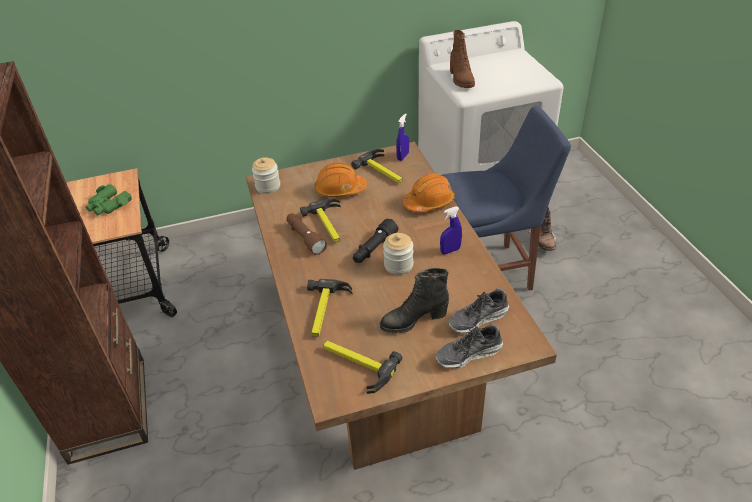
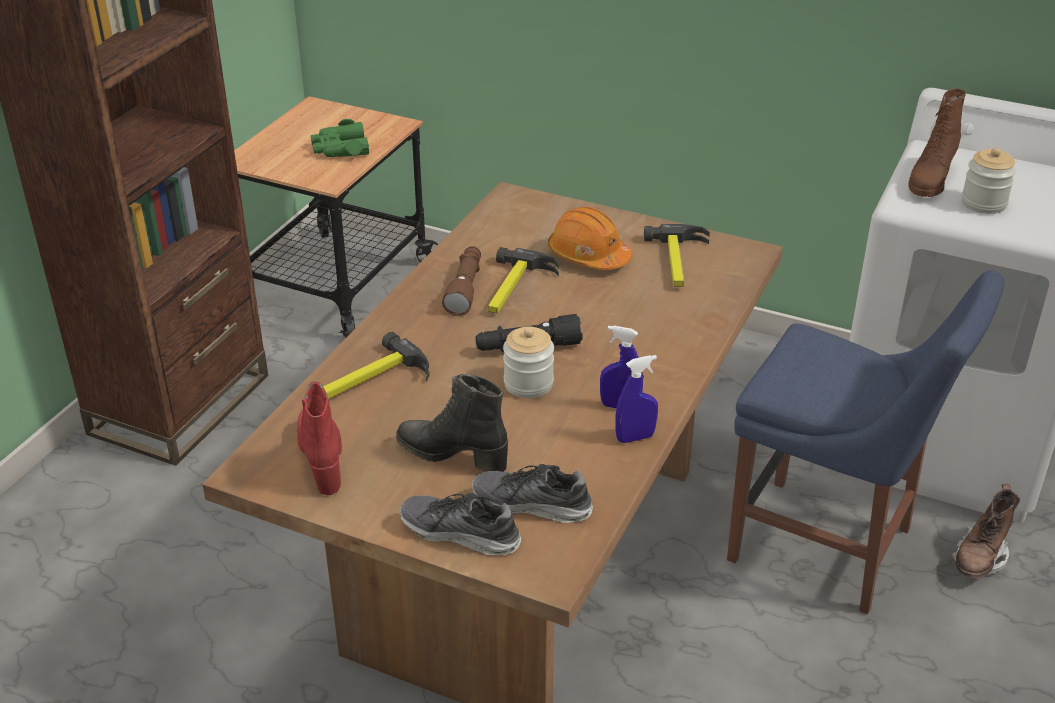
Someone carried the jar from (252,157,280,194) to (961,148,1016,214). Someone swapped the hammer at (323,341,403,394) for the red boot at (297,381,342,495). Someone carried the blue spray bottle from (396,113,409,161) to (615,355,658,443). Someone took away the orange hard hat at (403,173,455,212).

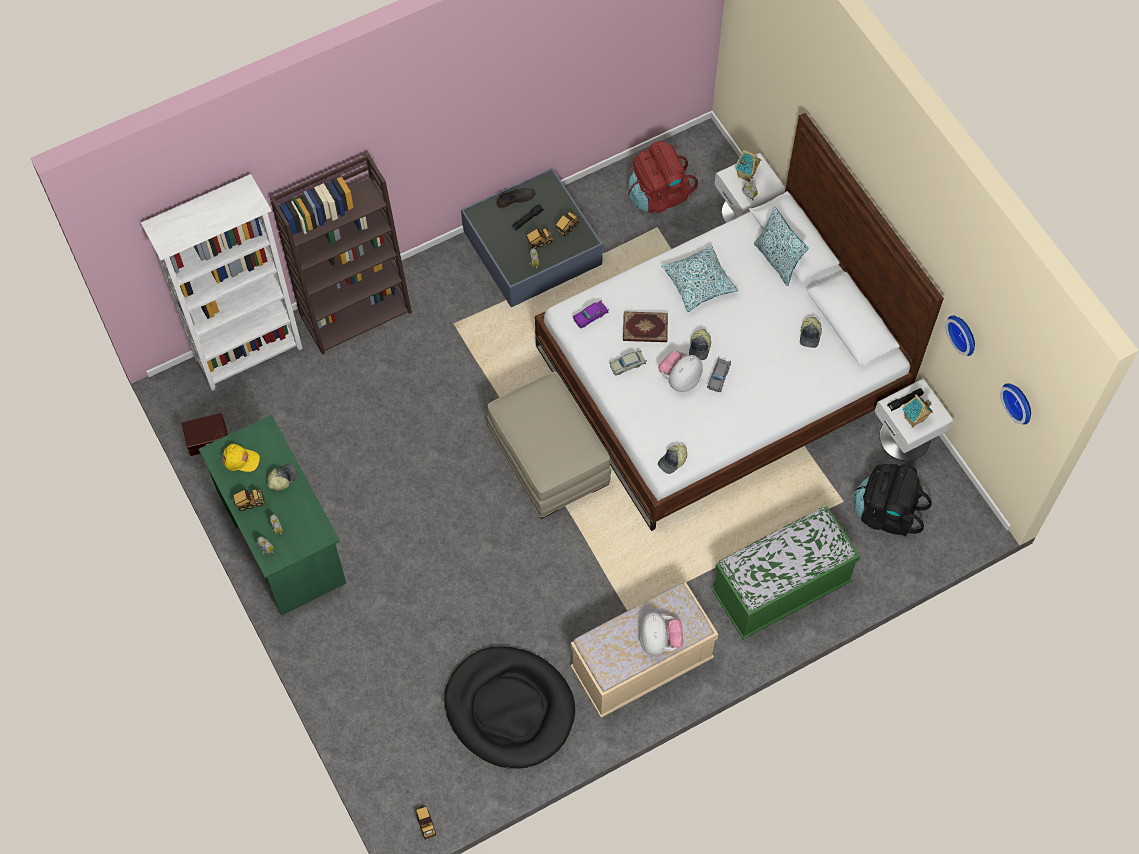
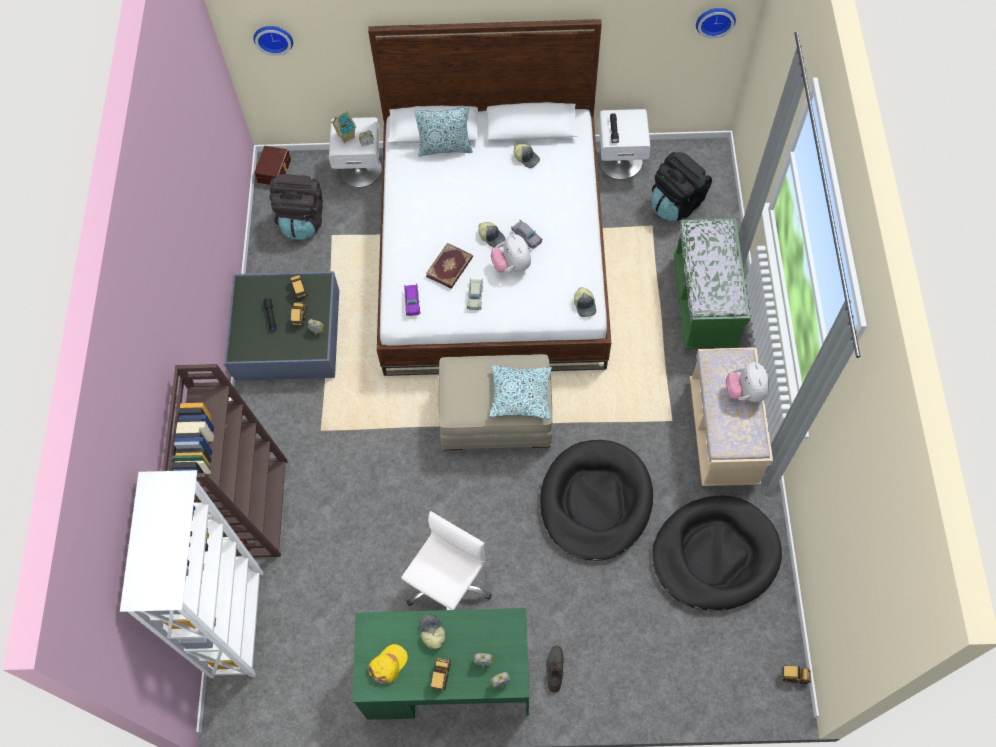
Someone carried the brown storage box from (182,413,228,456) to (254,146,291,185). Someone carried the grey shoe from (496,188,536,208) to (546,645,564,693). Someone repainted the red backpack at (628,141,698,213), which became the black backpack at (269,174,323,240). Someone rotated the plush toy at (639,612,683,655) by 120 degrees counterclockwise. Someone carried the pillow from (661,245,739,312) to (489,365,552,419). Someone took away the toy house at (902,394,933,428). Someone carried the wall clock from (945,316,975,356) to (253,26,293,56). Someone put down the white office chair at (401,511,492,610). Someone put down the black dog bed at (540,440,653,561).

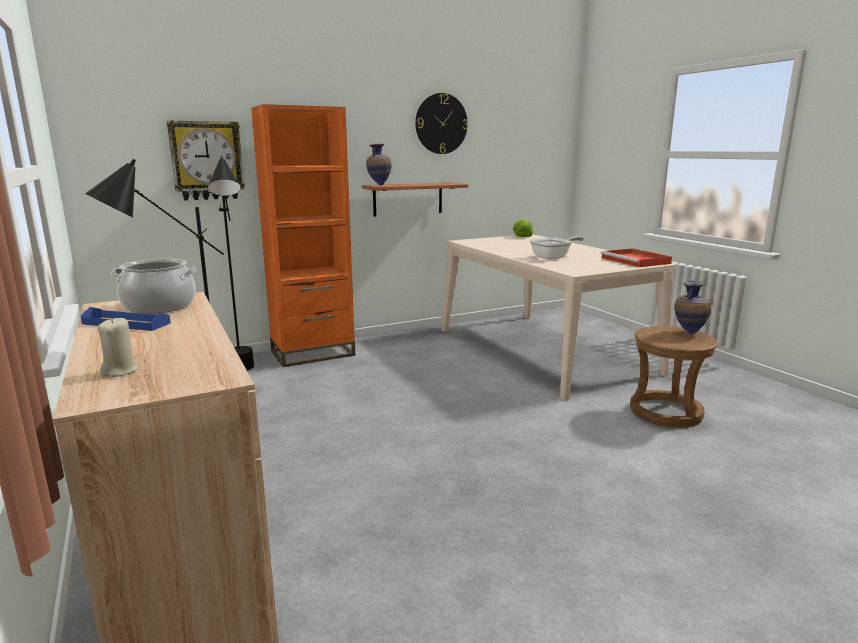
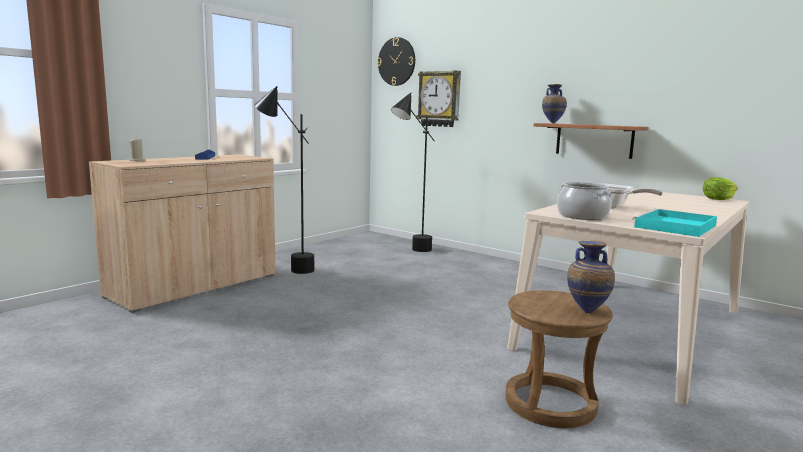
Someone carried the cooking pot from (111,259,197,314) to (557,182,612,220). Someone took away the orange bookcase at (251,104,355,367). Someone carried the wall clock from (415,93,468,154) to (377,37,415,86). Someone repainted the red tray at (601,248,672,267), which became the turquoise tray at (632,209,717,237).

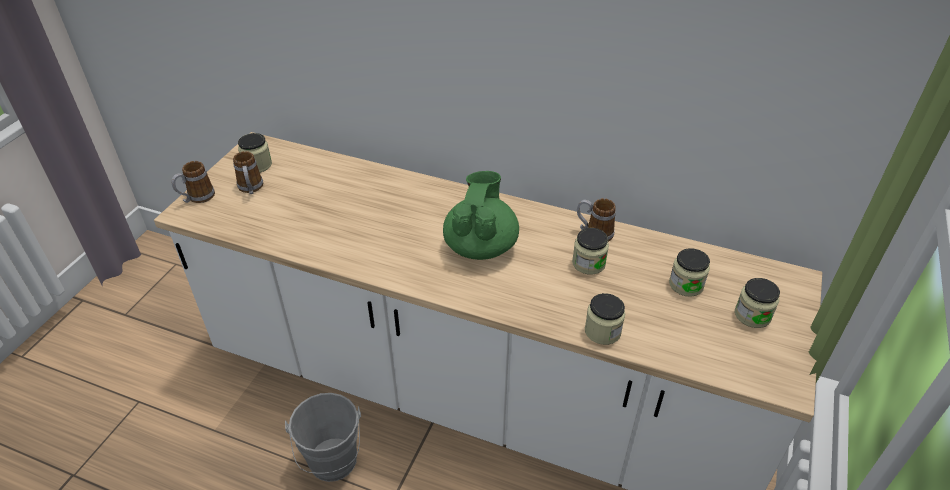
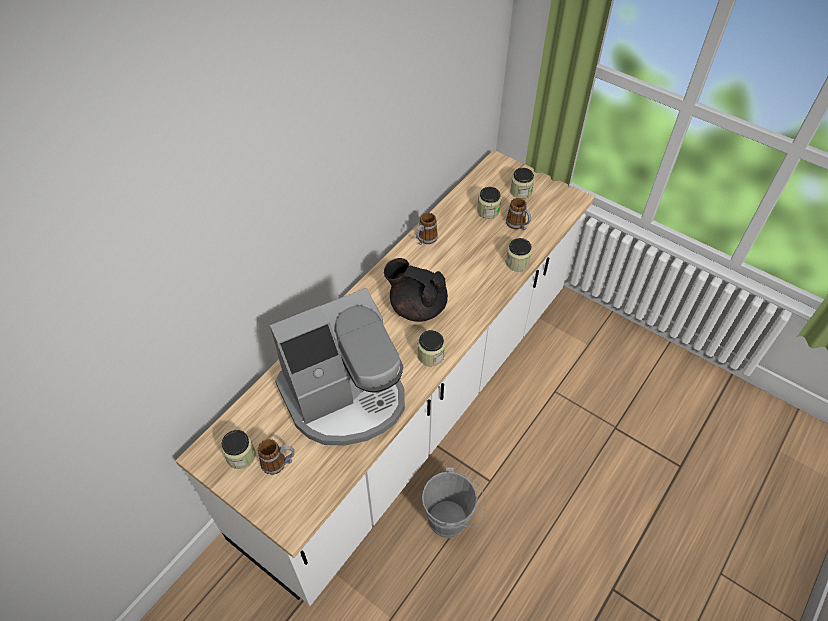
Someone carried the mug from (171,161,215,203) to (506,198,531,230). Someone repainted the green teapot at (443,171,519,260), which became the black teapot at (384,258,448,322). Someone carried the jar from (572,228,609,275) to (418,330,445,366). Someone put down the coffee machine at (270,288,405,446).

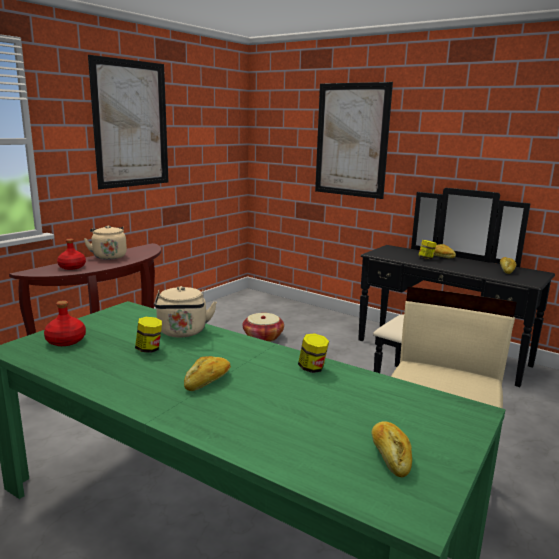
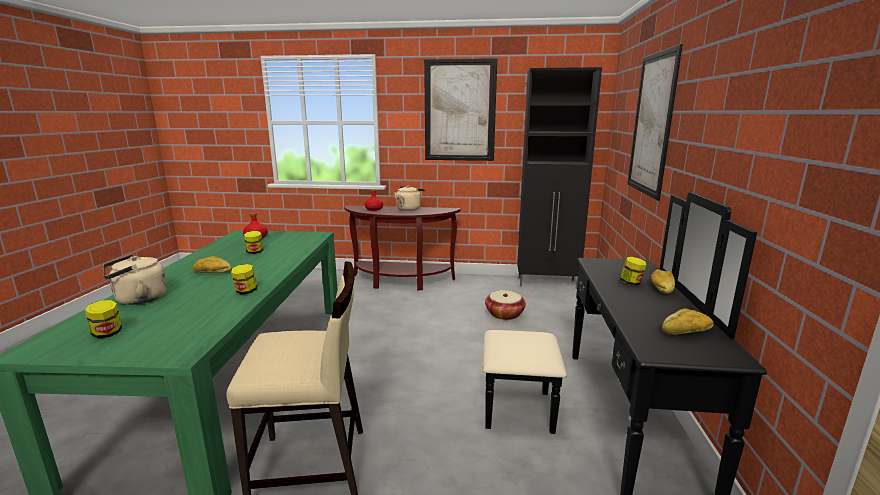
Someone carried the beige kettle from (154,286,217,337) to (103,254,167,305). Someone swapped the bread at (372,422,412,477) for the jar at (85,300,122,338). Someone put down the black cabinet at (517,67,602,289).

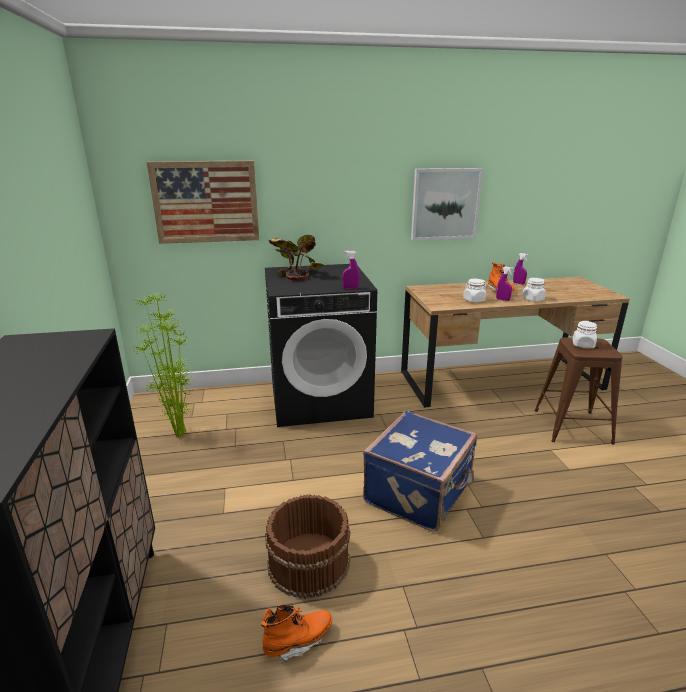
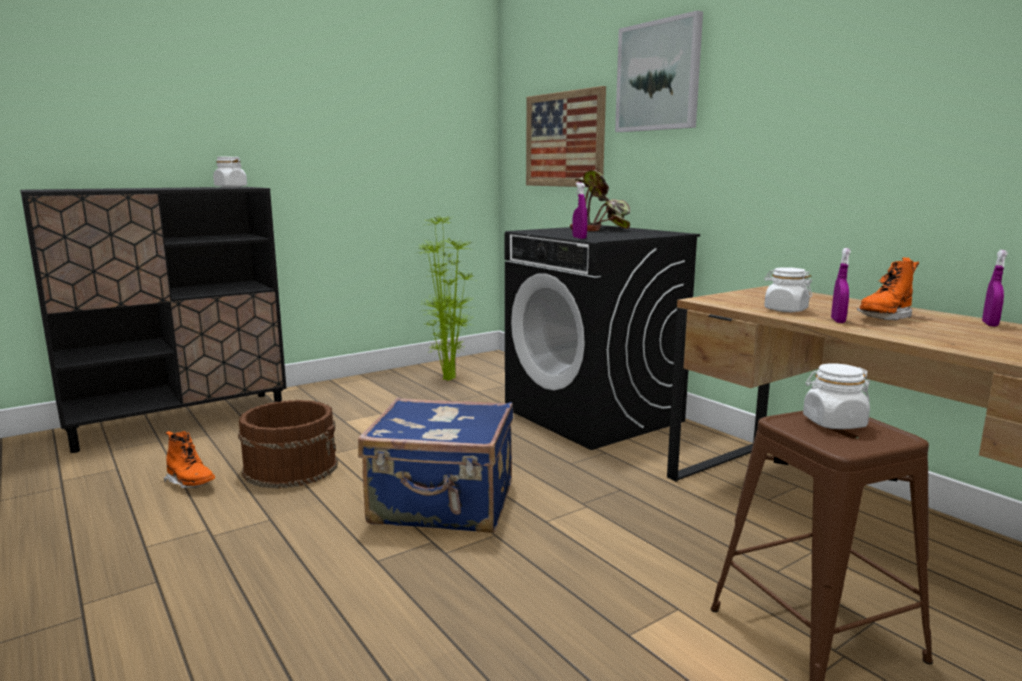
Someone carried the picture from (411,168,483,240) to (615,10,703,132). Someone carried the white jar from (522,278,546,302) to (213,157,247,188).

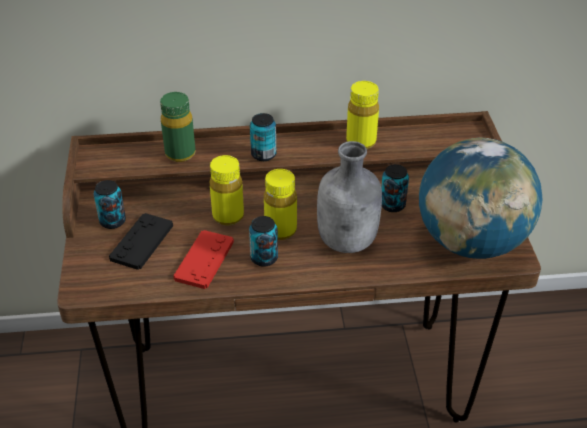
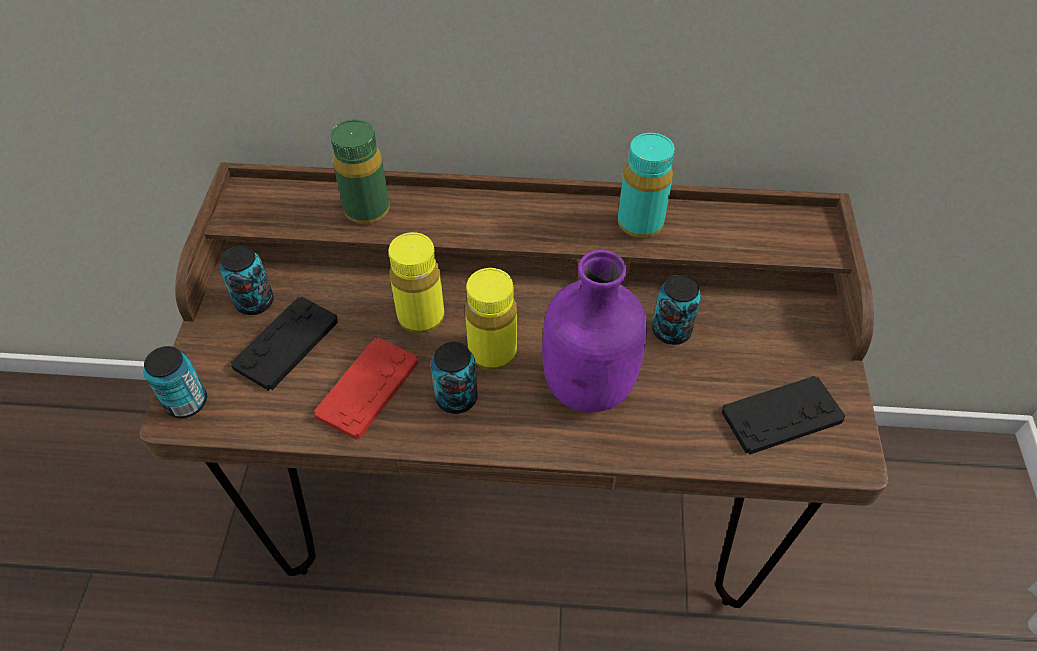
Someone carried the can from (250,113,276,161) to (144,346,207,418). Someone repainted the grey bottle at (317,141,382,253), which became the purple bottle at (542,250,647,412). Someone repainted the yellow bottle at (346,81,379,149), which became the turquoise bottle at (618,133,675,238). Someone swapped the globe at (419,137,542,259) for the black game controller at (721,376,845,455).

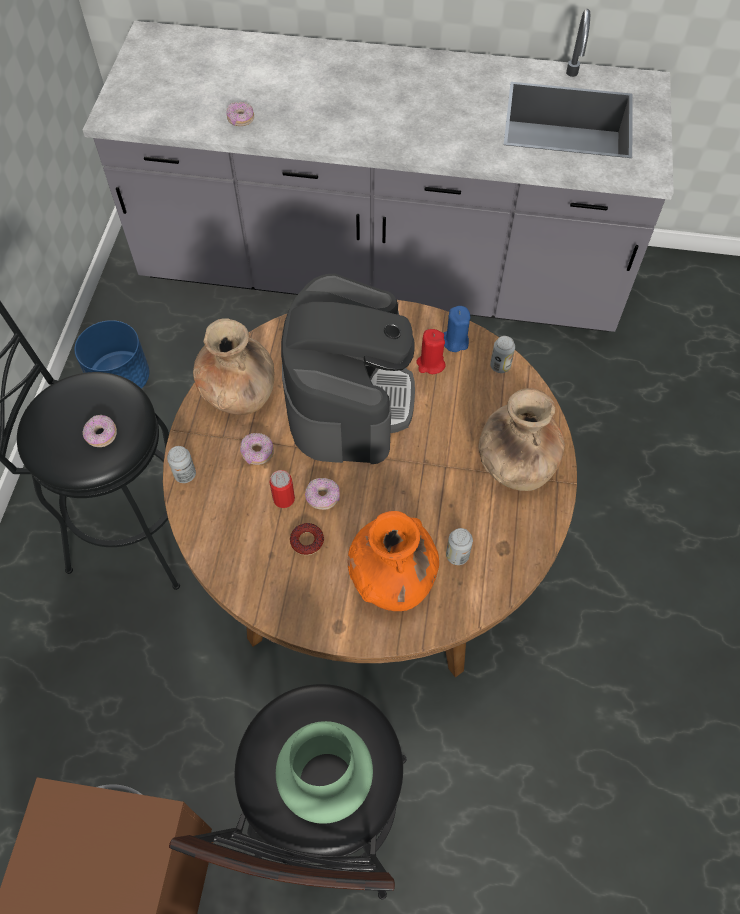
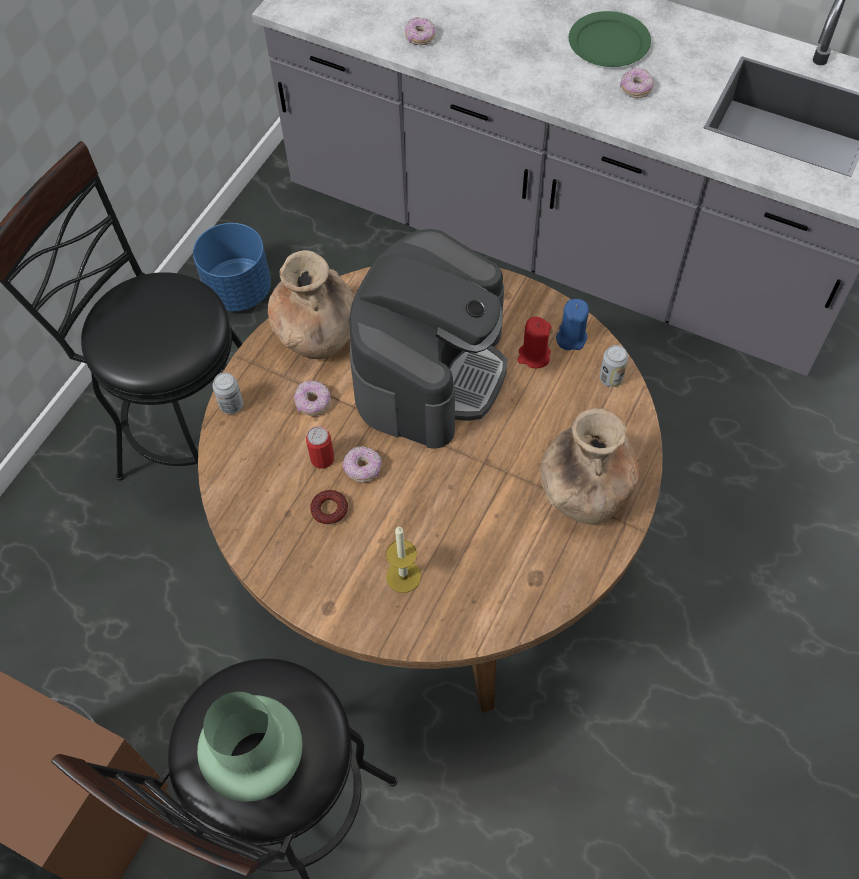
Someone carried the donut from (82,415,117,447) to (620,67,654,98). Someone swapped the orange vase at (347,511,439,611) for the candle at (386,527,421,593). Someone took away the can at (446,528,473,565). Someone put down the green plate at (569,11,651,67).

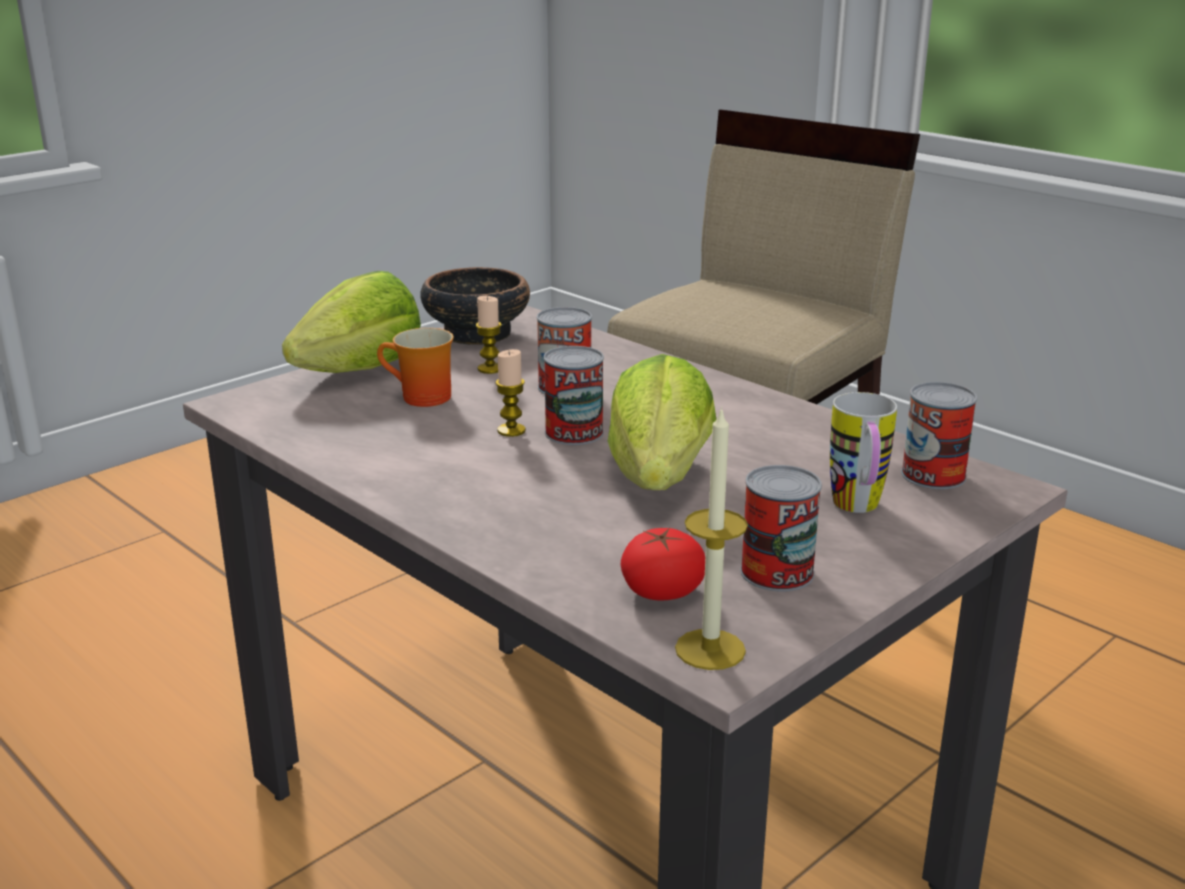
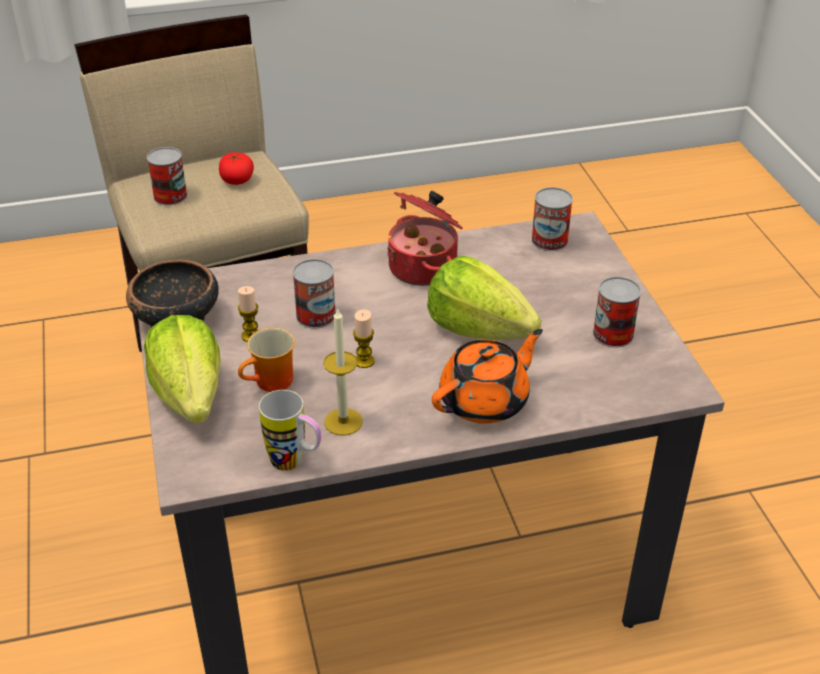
Someone carried the can from (544,346,604,445) to (147,147,188,206). Someone carried the tomato from (621,528,705,601) to (219,152,254,185). Someone carried the candle from (675,406,748,670) to (323,308,363,436). Someone carried the mug from (830,392,897,513) to (259,390,321,471). Someone put down the cooking pot at (387,191,463,286). Someone put down the orange teapot at (432,329,543,424).

